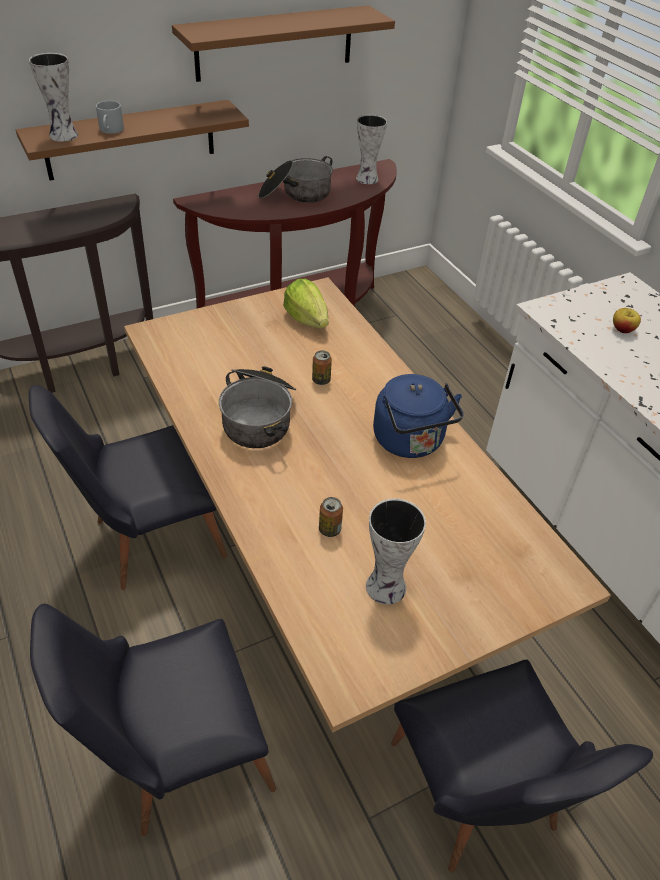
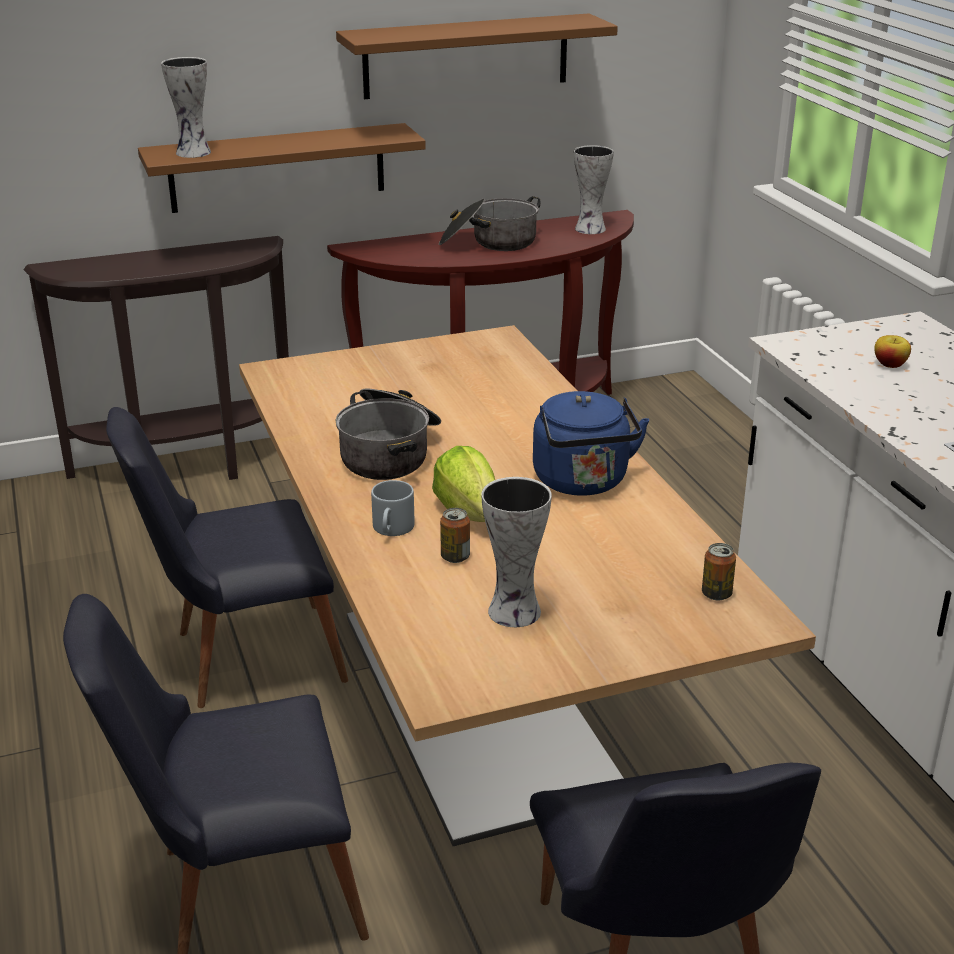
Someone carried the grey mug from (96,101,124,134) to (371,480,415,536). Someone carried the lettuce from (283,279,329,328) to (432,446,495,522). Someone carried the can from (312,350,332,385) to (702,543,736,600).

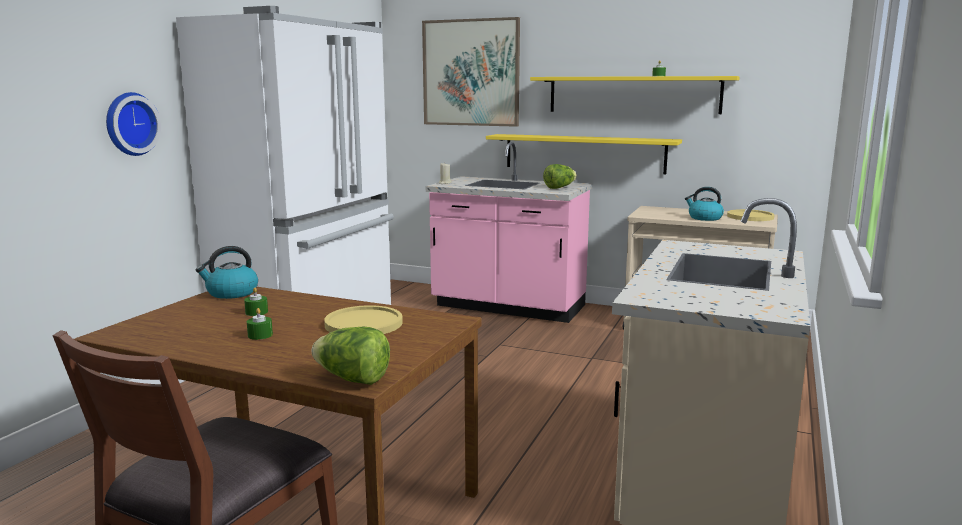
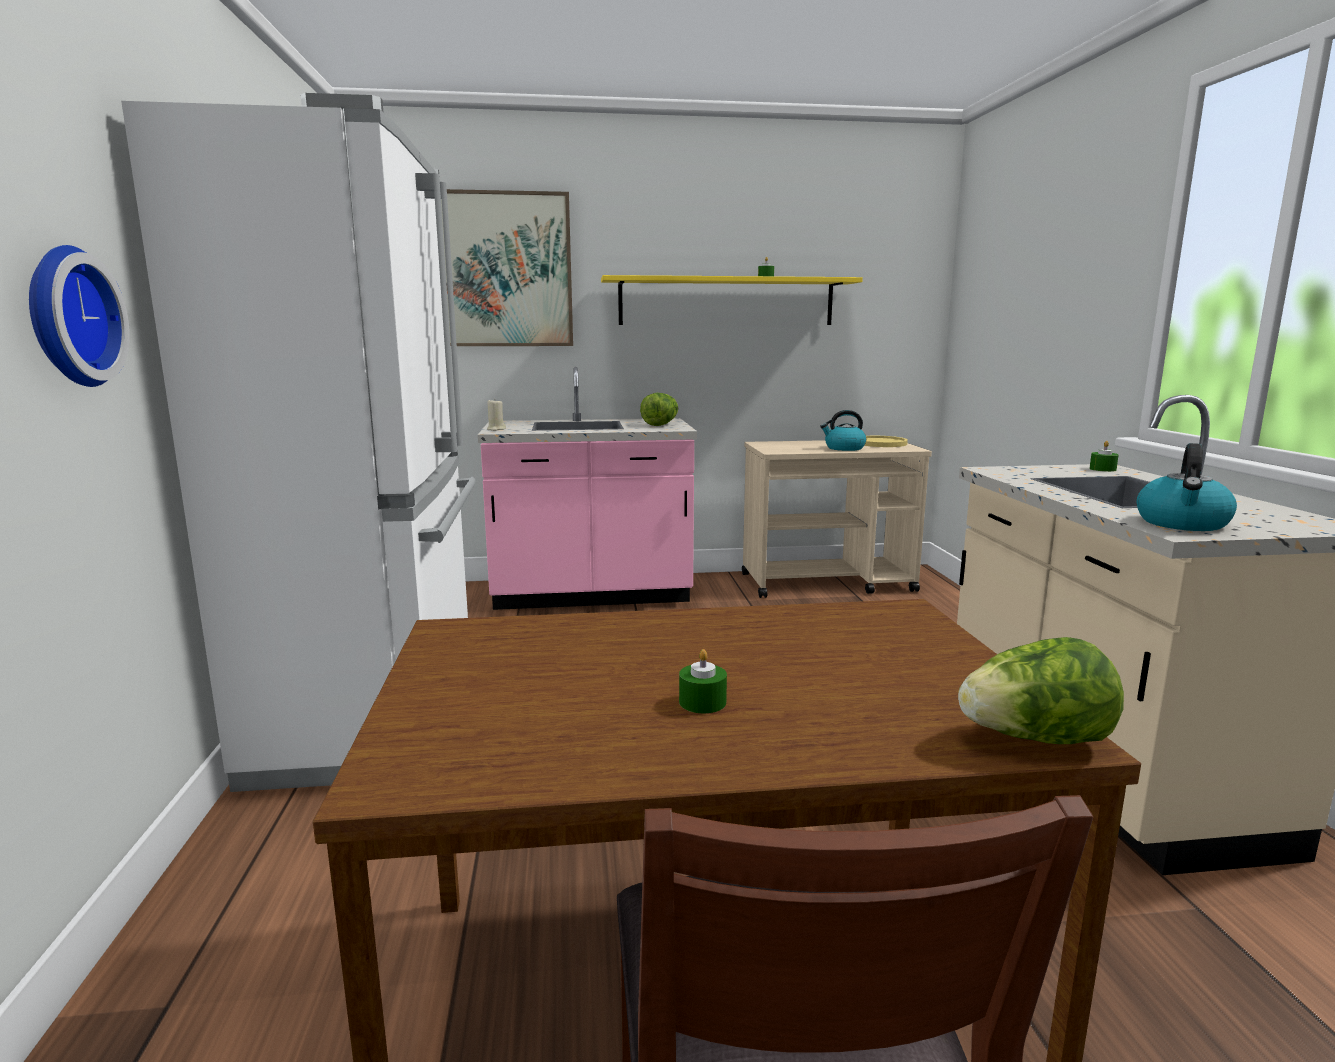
Someone carried the kettle from (195,246,258,299) to (1137,443,1237,531). Someone carried the green candle from (244,287,268,316) to (1089,441,1119,472). Someone took away the yellow plate at (324,305,403,334). Someone took away the yellow shelf at (486,134,682,174).

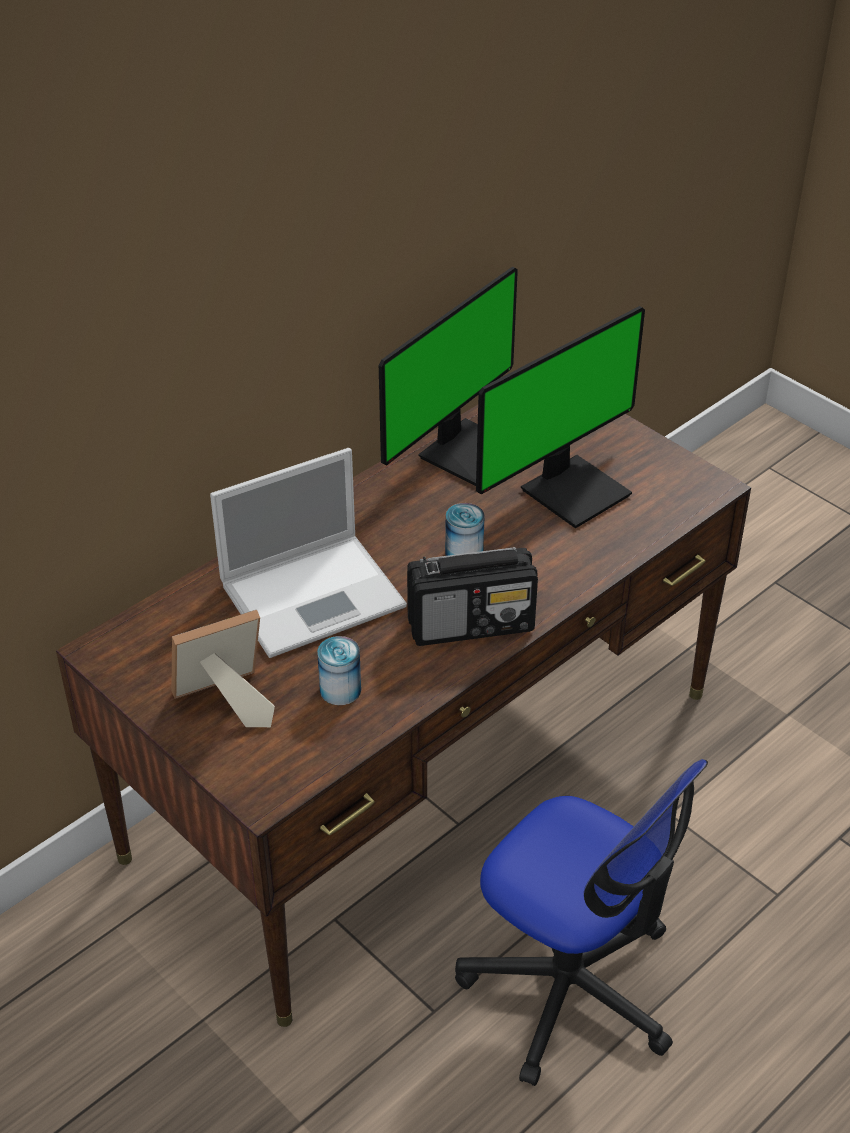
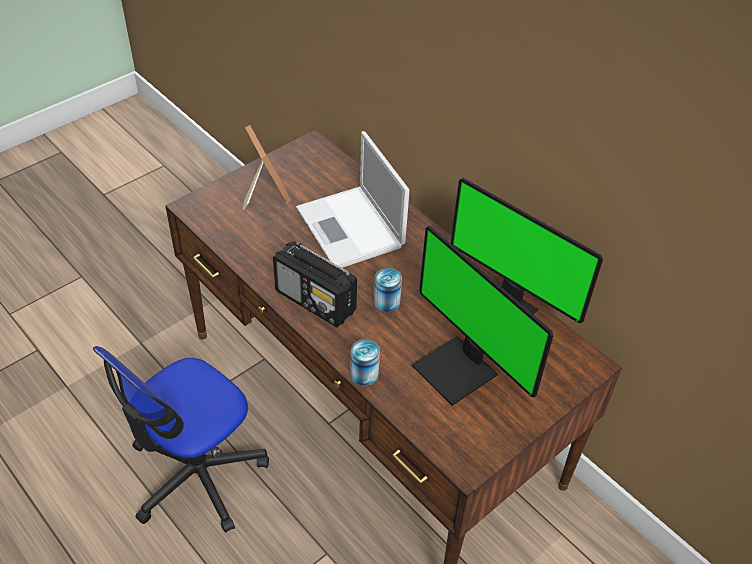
Someone carried the can from (317,636,361,705) to (350,339,380,386). Someone rotated the radio at (407,547,538,646) by 45 degrees counterclockwise.

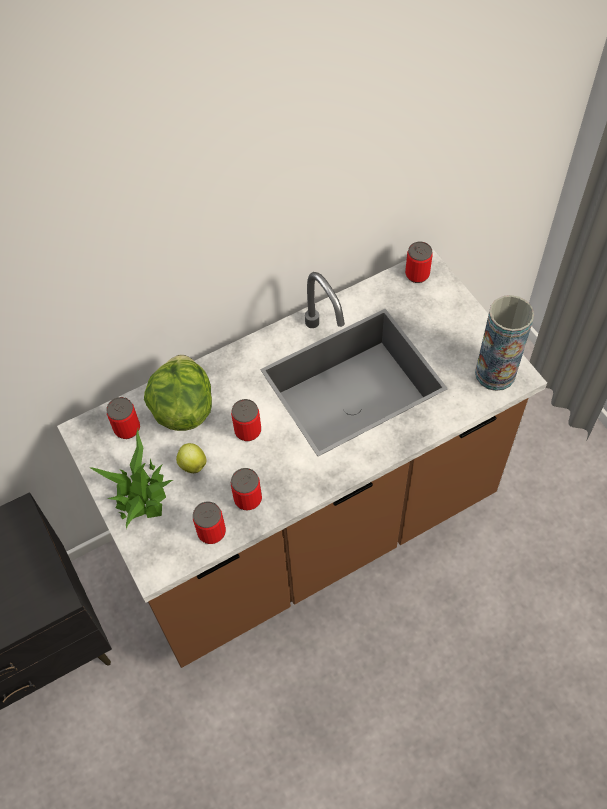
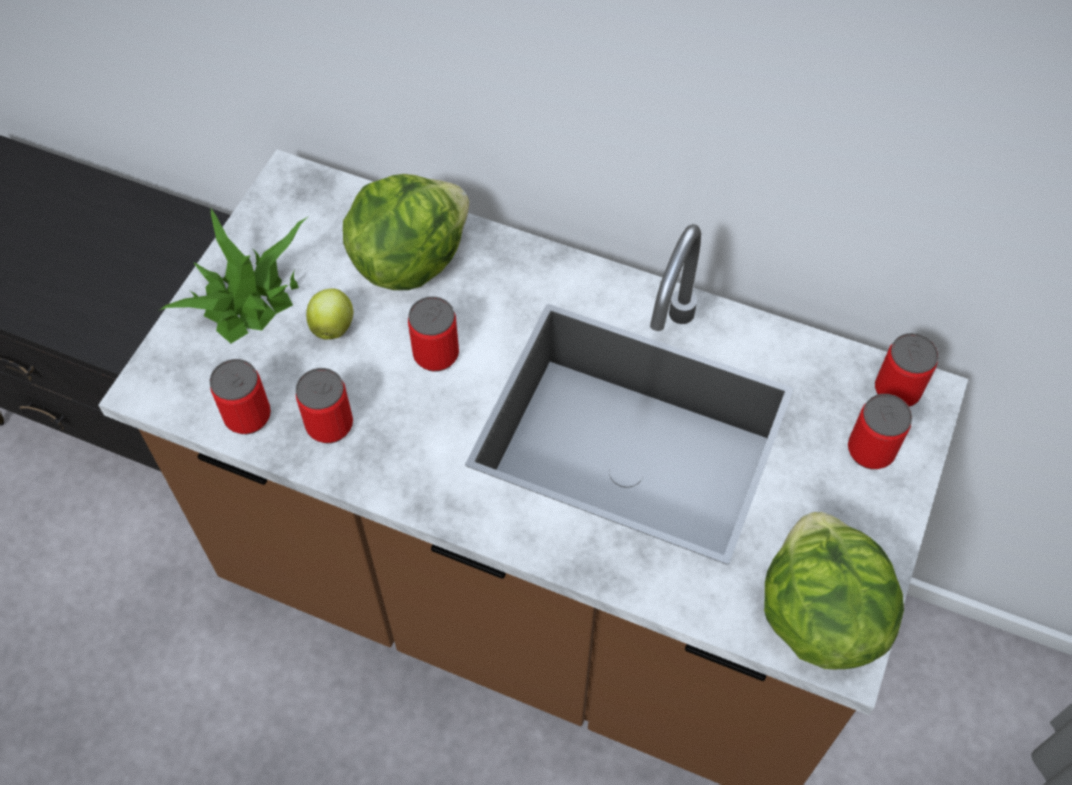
Someone carried the can from (106,397,140,439) to (848,394,912,469). Someone swapped the vase at (475,295,534,391) for the lettuce at (764,511,904,669).

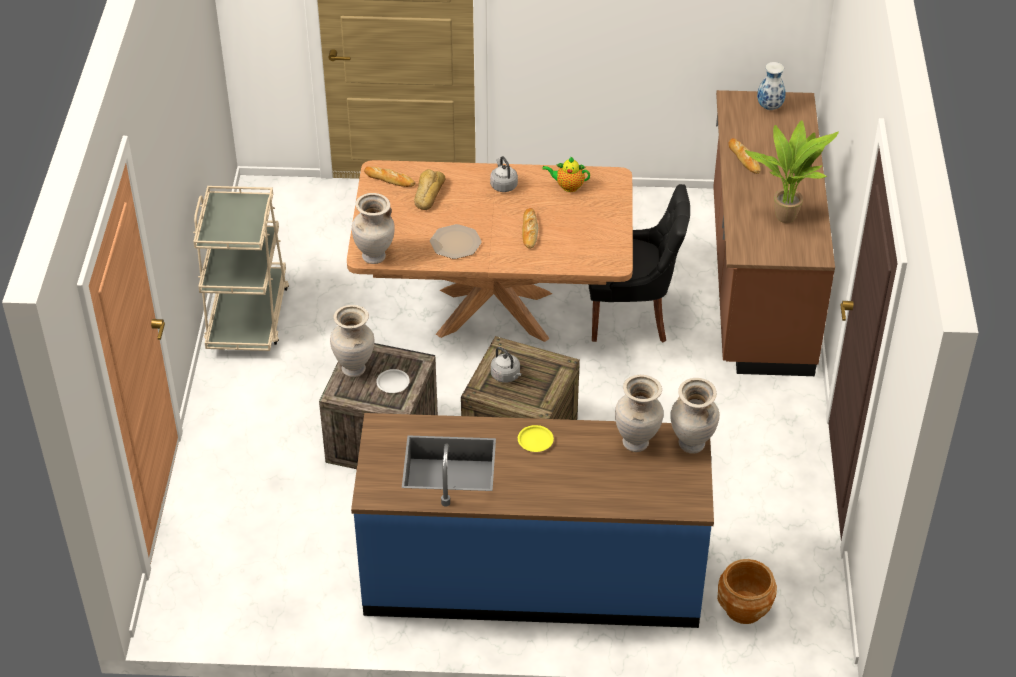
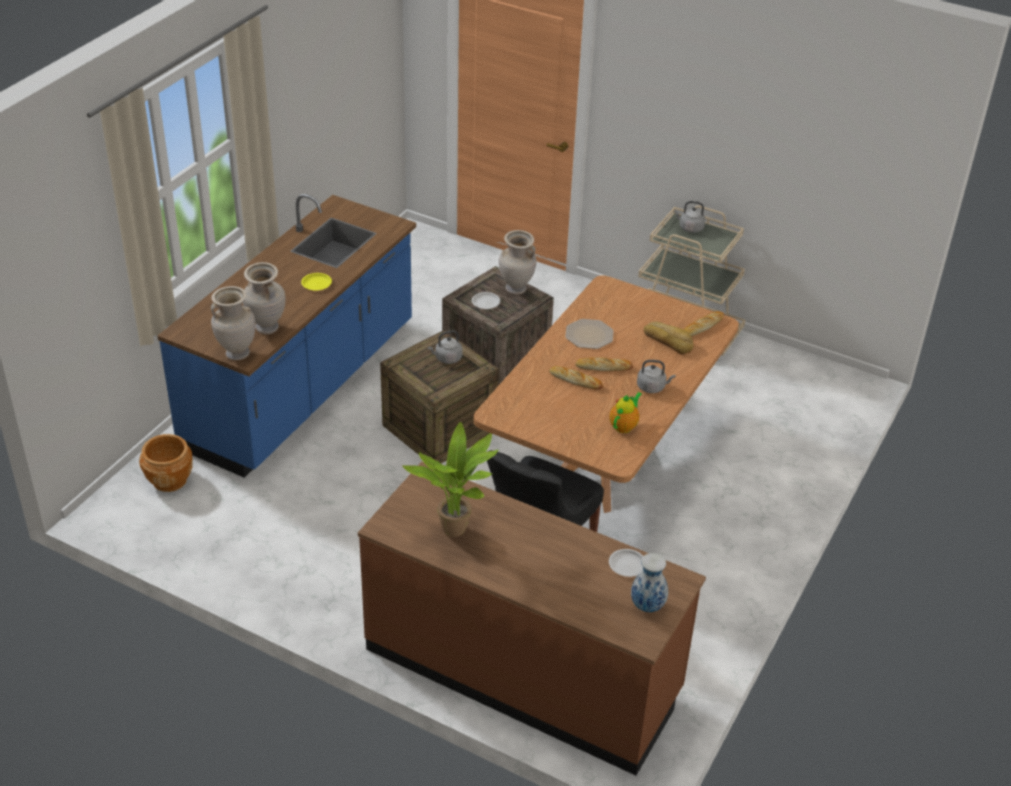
Someone took away the beige vase at (352,193,395,264). Someone carried the bread from (729,138,761,174) to (575,357,633,371). Someone put down the white plate at (609,549,643,577). Someone put down the grey kettle at (674,201,705,233).

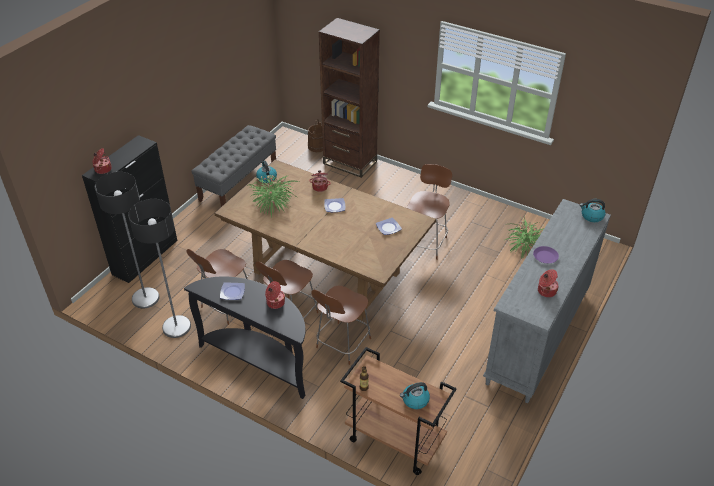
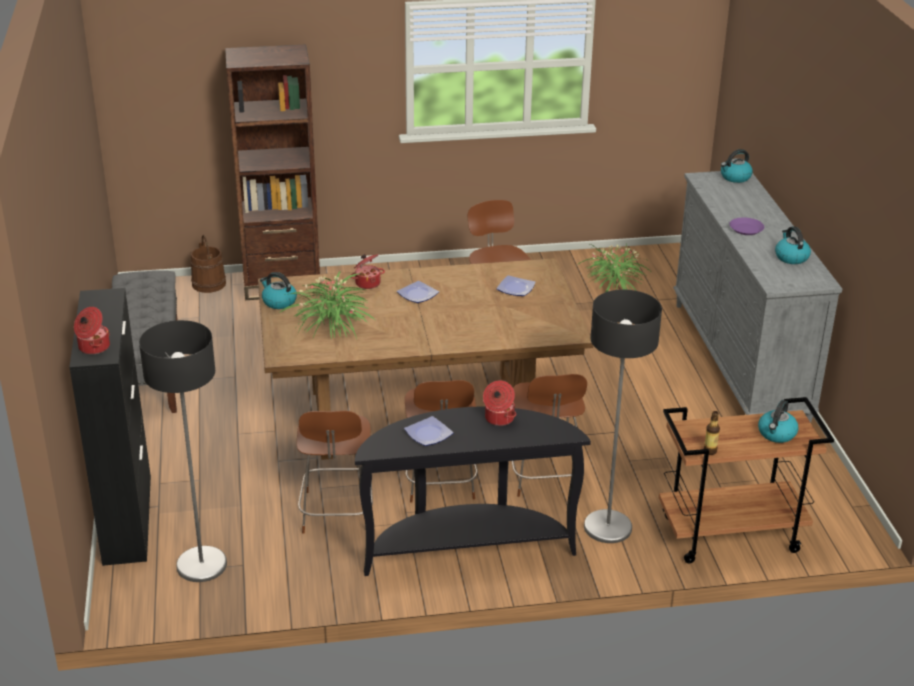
Someone carried the floor lamp from (128,199,191,338) to (584,290,662,543). Someone swapped the cooking pot at (538,269,559,297) for the kettle at (775,226,811,264).

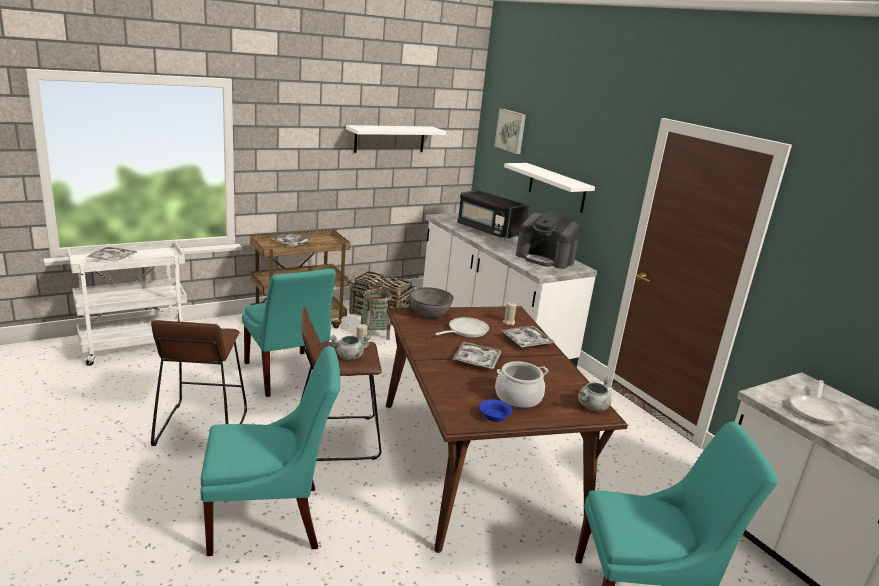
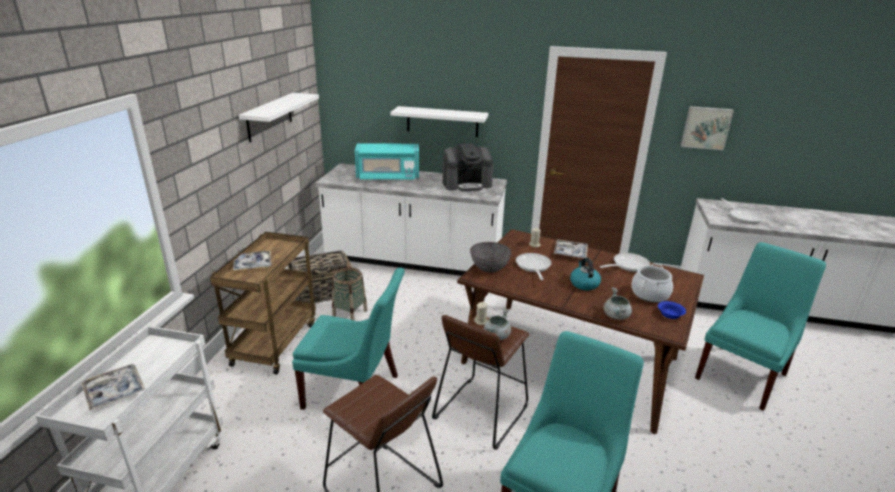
Someone swapped the tray at (452,342,502,369) for the kettle at (570,258,601,290). Someone repainted the black microwave at (457,190,529,239), which became the turquoise microwave at (355,143,419,180). Someone carried the picture from (494,109,526,154) to (681,106,734,150). Someone carried the grey cooking pot from (578,376,611,411) to (604,287,632,320). Someone put down the frying pan at (600,253,650,272).

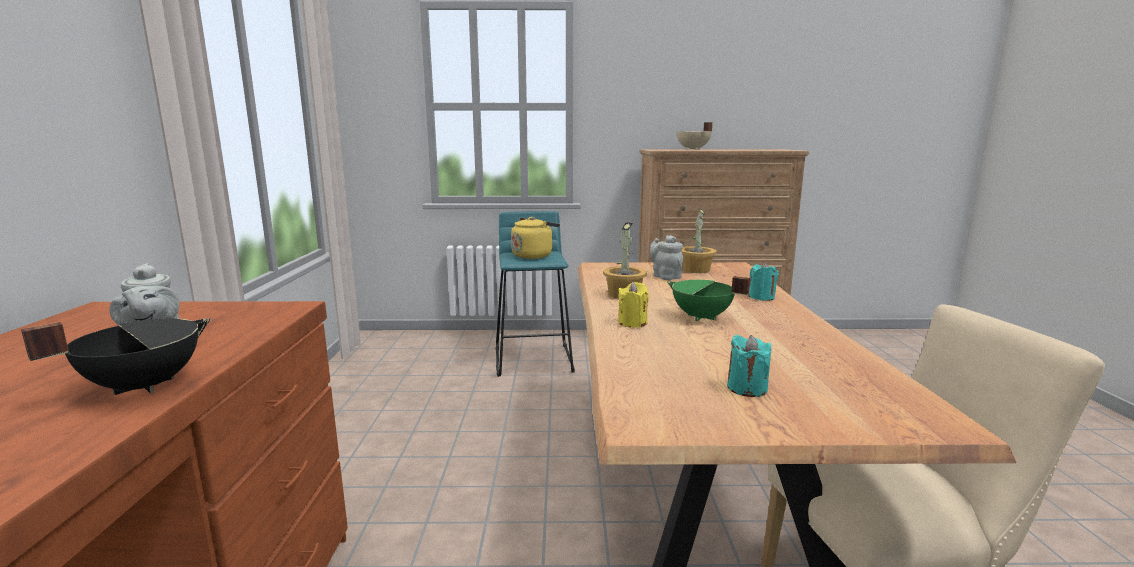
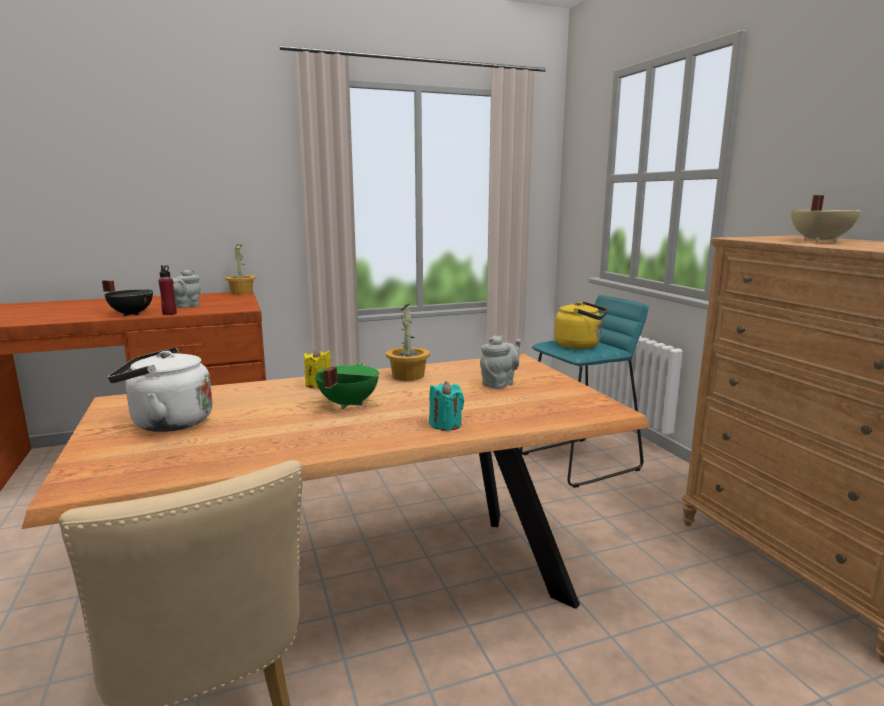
Someone carried the potted plant from (681,208,717,273) to (225,245,256,295). Someone swapped the turquoise candle at (727,335,771,397) for the white kettle at (108,347,212,432). Someone put down the red bottle at (158,265,177,315).

